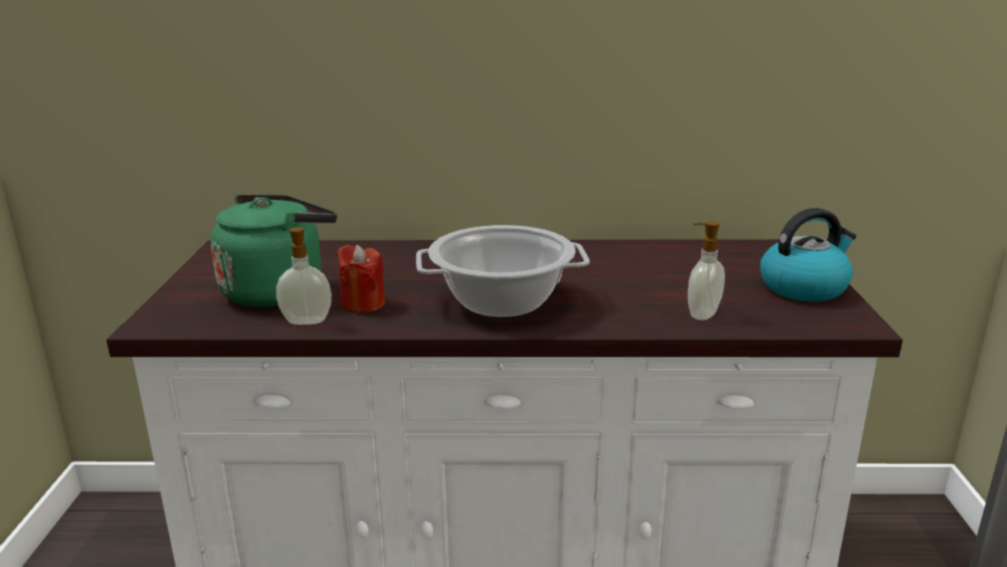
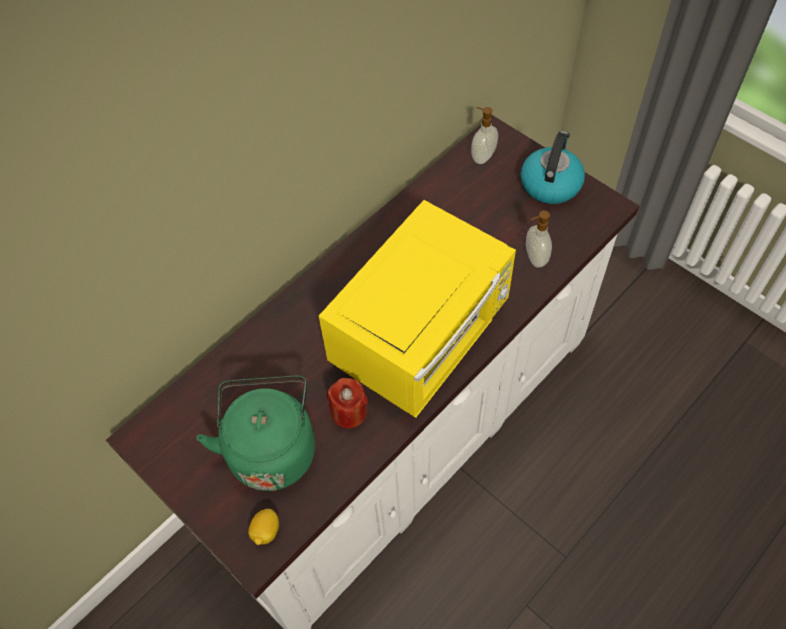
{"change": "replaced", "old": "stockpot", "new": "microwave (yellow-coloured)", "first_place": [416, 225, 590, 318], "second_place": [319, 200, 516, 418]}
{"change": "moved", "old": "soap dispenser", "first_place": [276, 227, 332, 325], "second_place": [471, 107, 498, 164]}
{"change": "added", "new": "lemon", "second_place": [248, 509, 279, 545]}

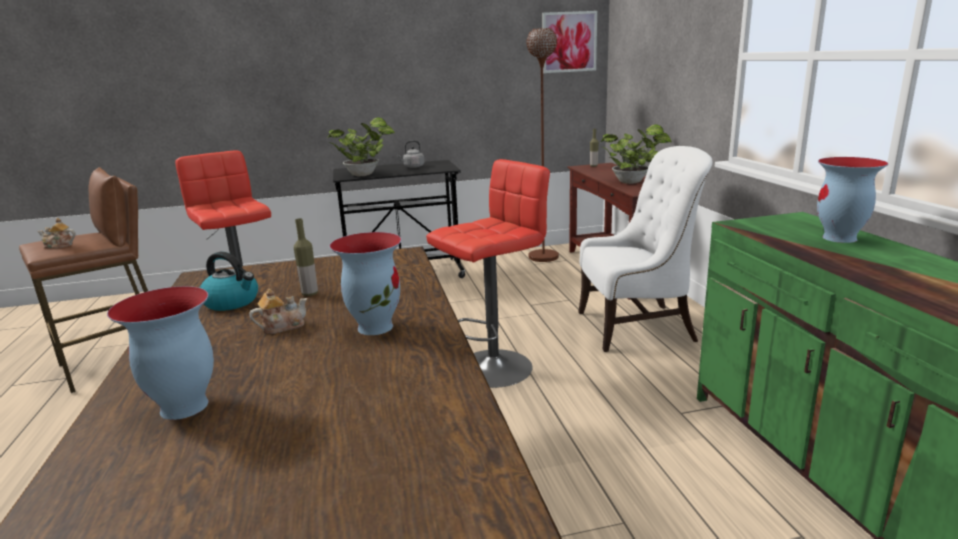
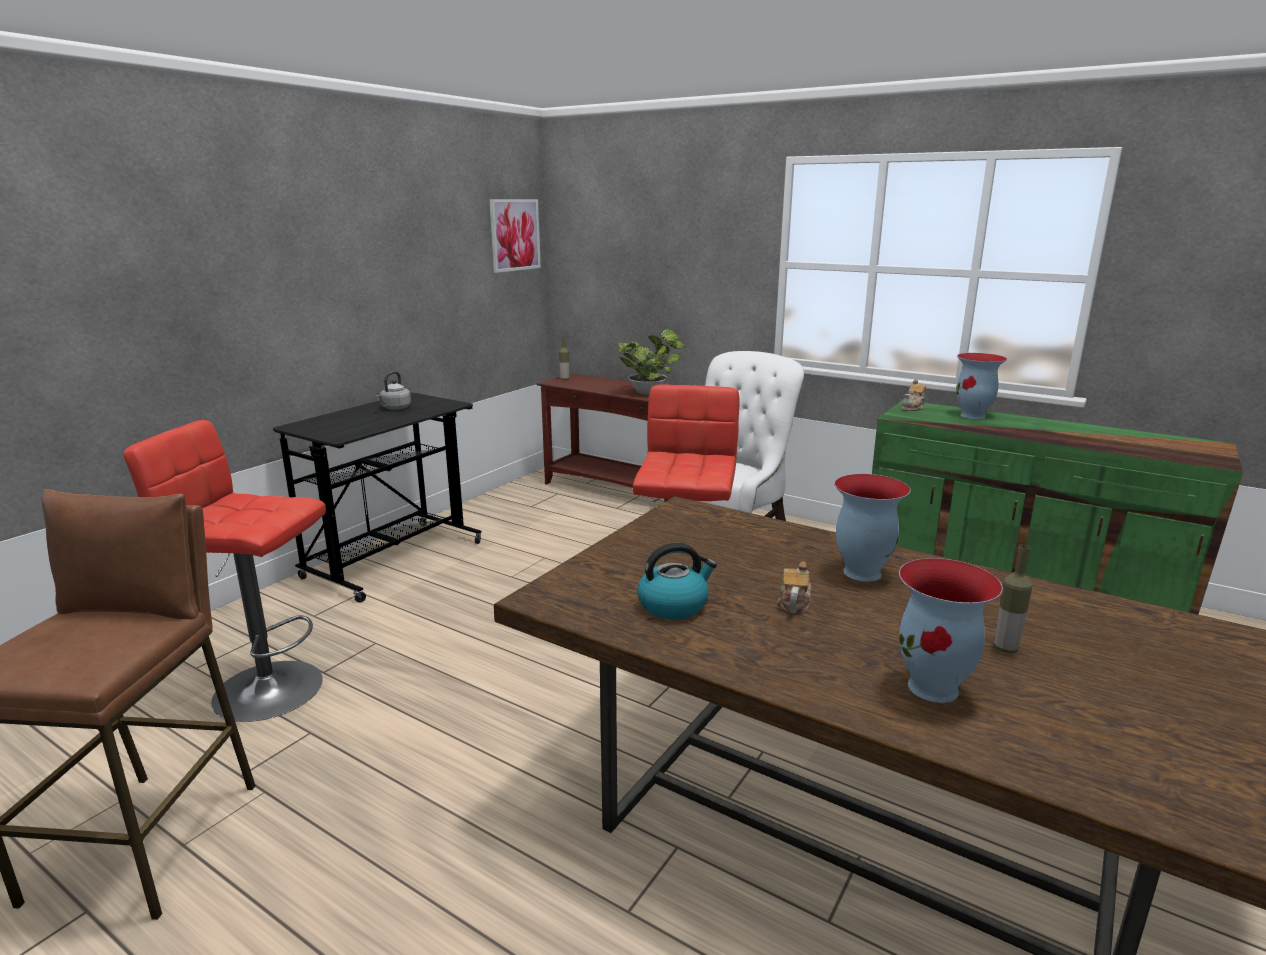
{"change": "removed", "old": "standing lamp (brown-coloured)", "first_place": [527, 28, 559, 262]}
{"change": "removed", "old": "plant in a pot", "first_place": [328, 117, 395, 176]}
{"change": "moved", "old": "pot for tea", "first_place": [37, 218, 75, 248], "second_place": [902, 379, 926, 411]}
{"change": "moved", "old": "drink bottle", "first_place": [294, 218, 318, 296], "second_place": [994, 545, 1032, 653]}

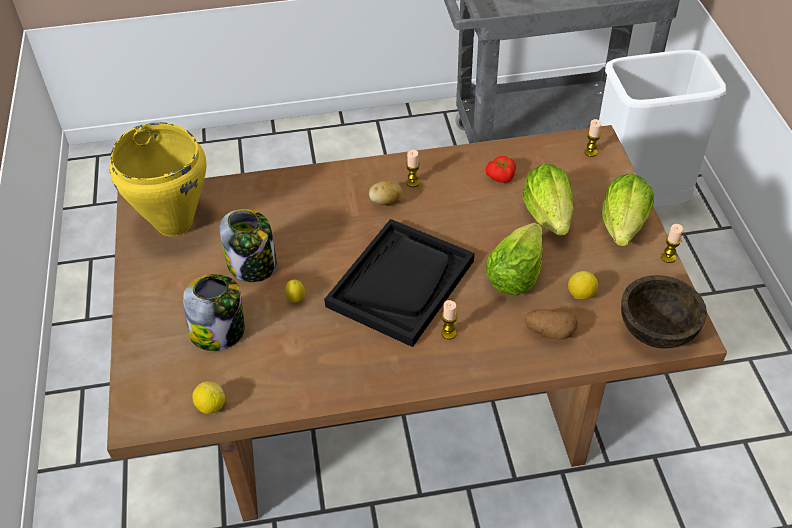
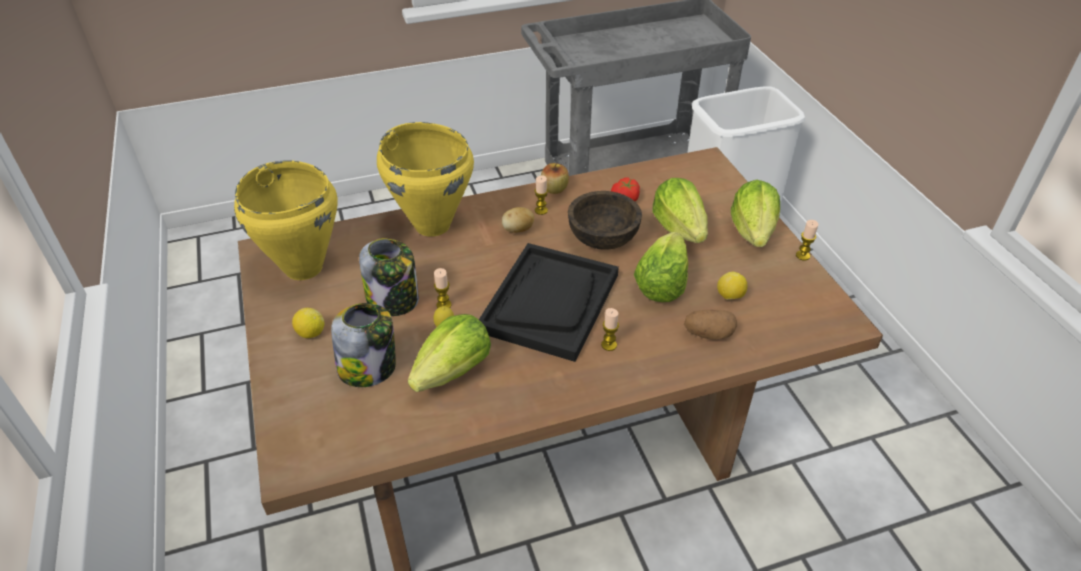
{"change": "moved", "old": "wax light", "first_place": [584, 119, 601, 157], "second_place": [434, 268, 452, 308]}
{"change": "moved", "old": "deep dish (brown-coloured)", "first_place": [621, 275, 707, 349], "second_place": [568, 191, 642, 250]}
{"change": "moved", "old": "lemon", "first_place": [192, 381, 225, 414], "second_place": [292, 308, 324, 338]}
{"change": "added", "new": "stockpot (yellow-coloured)", "second_place": [377, 122, 474, 237]}
{"change": "added", "new": "whole apple", "second_place": [541, 163, 569, 194]}
{"change": "added", "new": "head of lettuce", "second_place": [408, 314, 491, 392]}

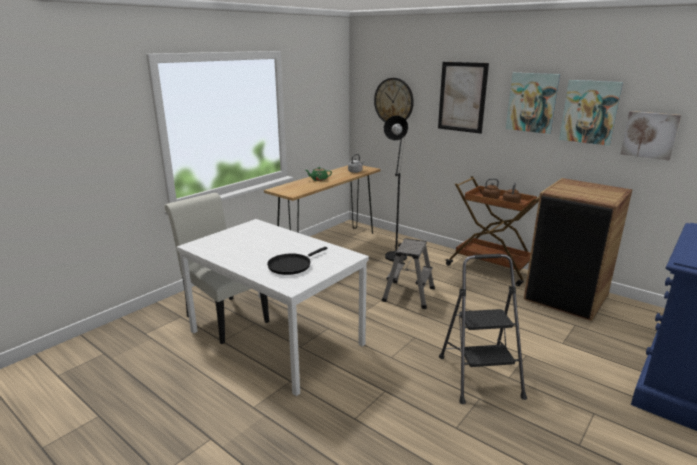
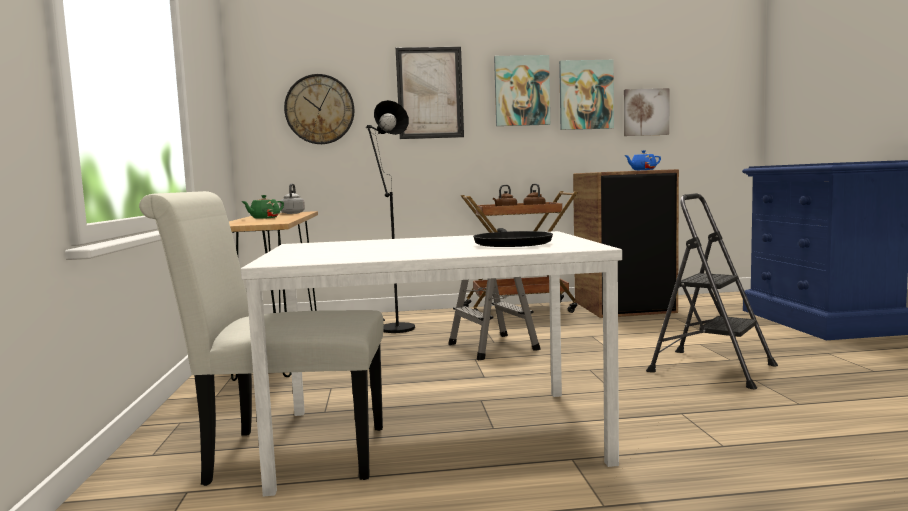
{"change": "added", "new": "pot for tea (blue-coloured)", "second_place": [624, 150, 661, 170]}

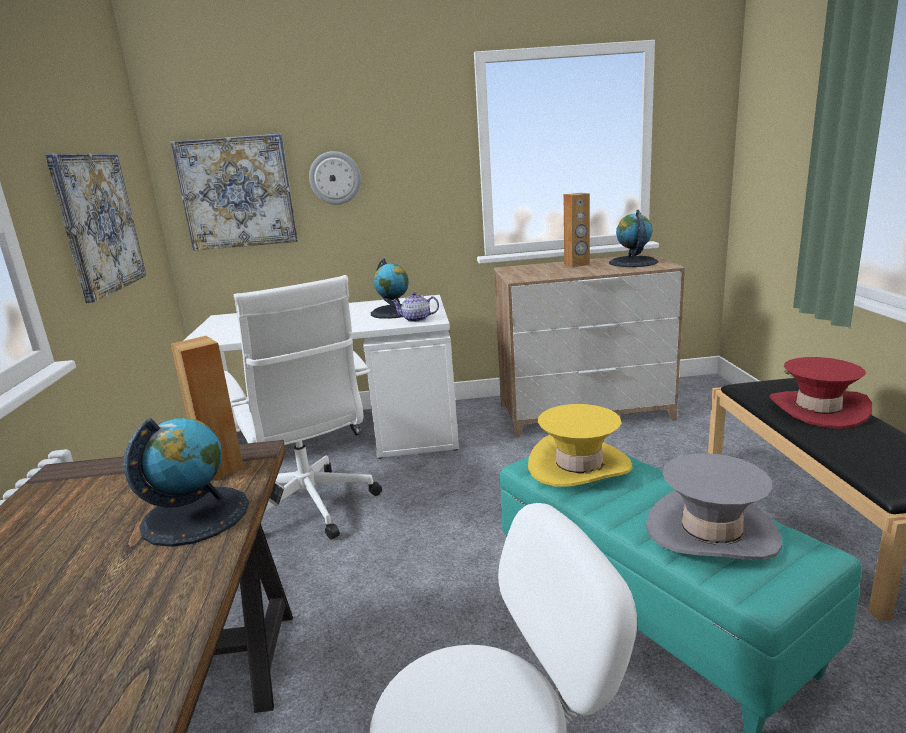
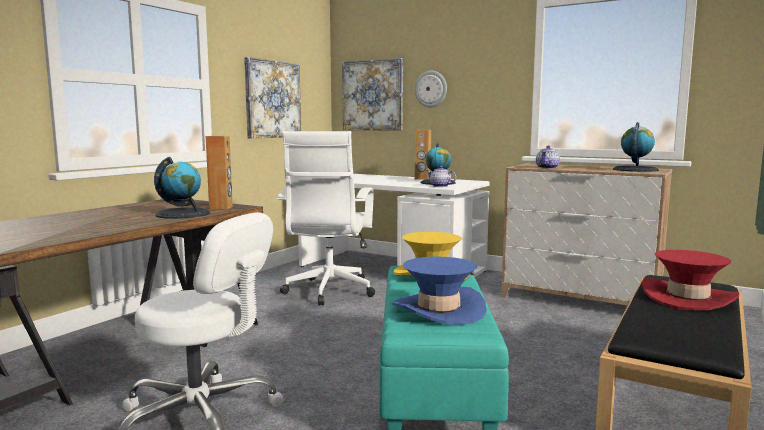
{"change": "moved", "old": "loudspeaker (brown-coloured)", "first_place": [563, 193, 590, 267], "second_place": [415, 130, 431, 180]}
{"change": "recoloured", "old": "clothing hat (gray)", "new": "clothing hat (blue-coloured)", "first_place": [646, 453, 782, 560], "second_place": [392, 256, 487, 325]}
{"change": "added", "new": "pot for tea", "second_place": [536, 145, 560, 169]}

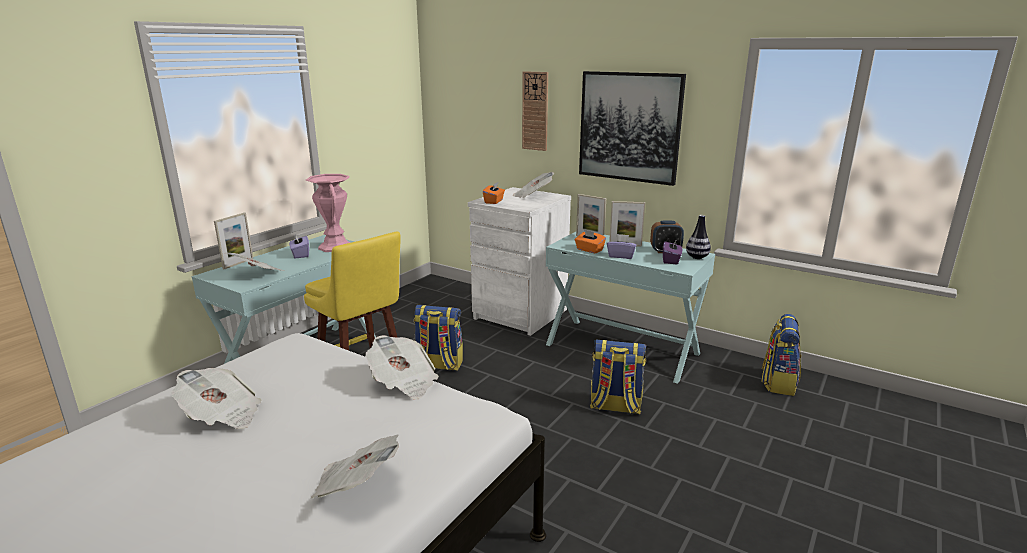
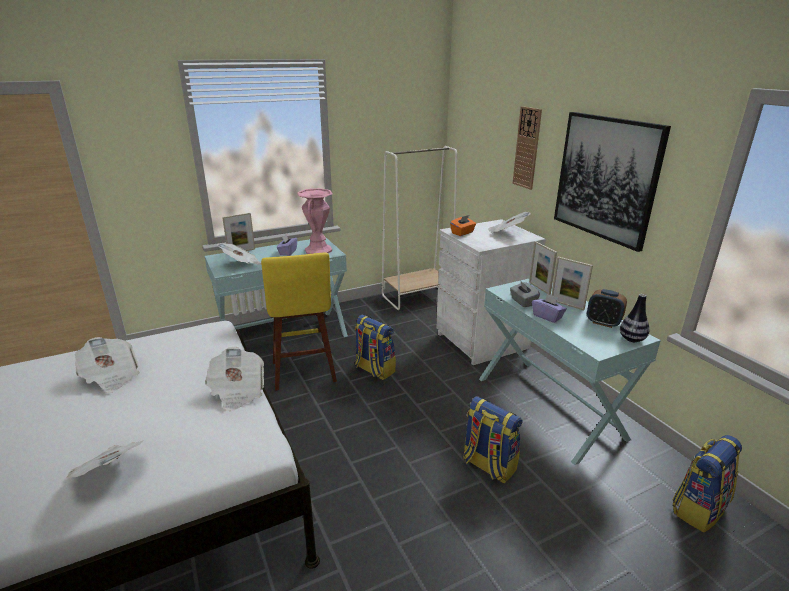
{"change": "recoloured", "old": "tissue holder (orange-coloured)", "new": "tissue holder (gray)", "first_place": [575, 229, 606, 254], "second_place": [510, 280, 540, 307]}
{"change": "removed", "old": "tissue holder (purple)", "first_place": [663, 239, 682, 264]}
{"change": "added", "new": "garment stand", "second_place": [382, 146, 457, 310]}

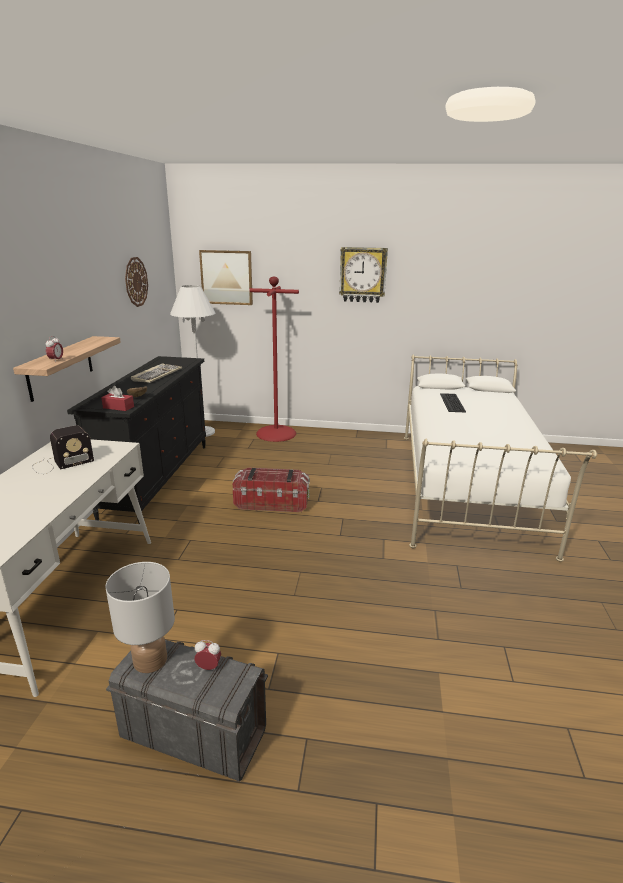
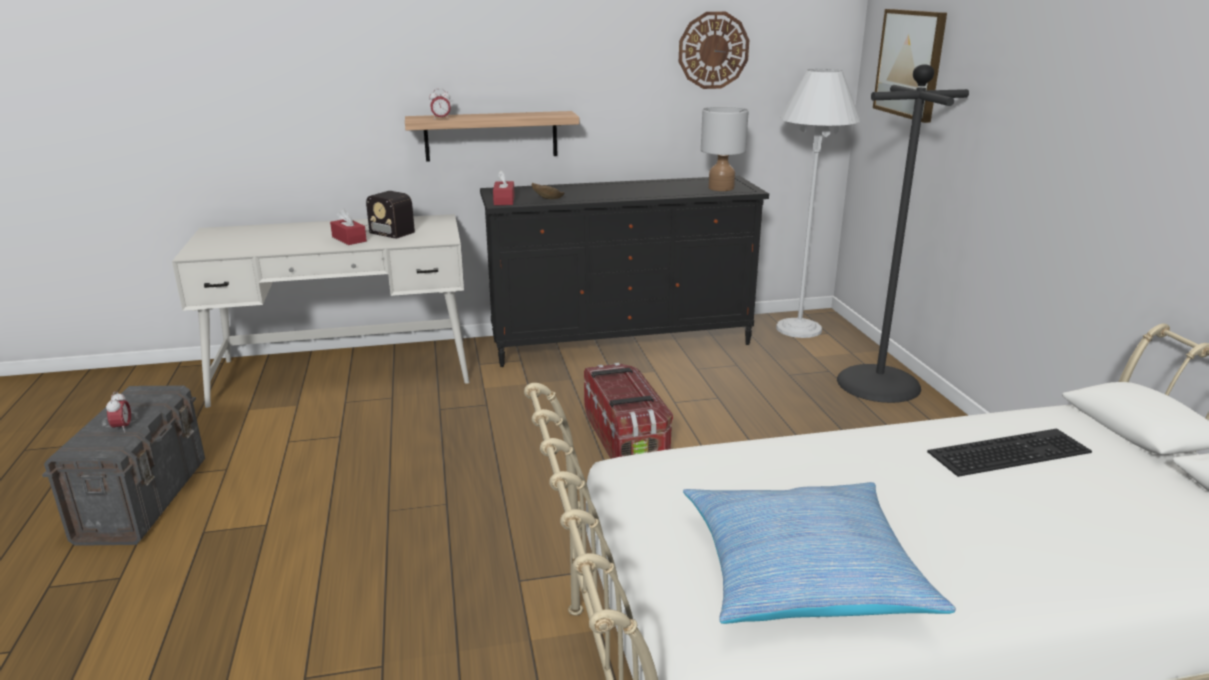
{"change": "removed", "old": "hanging clock", "first_place": [339, 247, 388, 303]}
{"change": "recoloured", "old": "garment stand (red-coloured)", "new": "garment stand (black)", "first_place": [249, 276, 299, 442], "second_place": [837, 64, 969, 403]}
{"change": "removed", "old": "keyboard", "first_place": [131, 364, 182, 383]}
{"change": "moved", "old": "tabletop lamp (gray)", "first_place": [105, 562, 175, 673], "second_place": [701, 106, 749, 191]}
{"change": "added", "new": "tissue holder (red-coloured)", "second_place": [330, 209, 367, 245]}
{"change": "added", "new": "cushion", "second_place": [683, 482, 956, 624]}

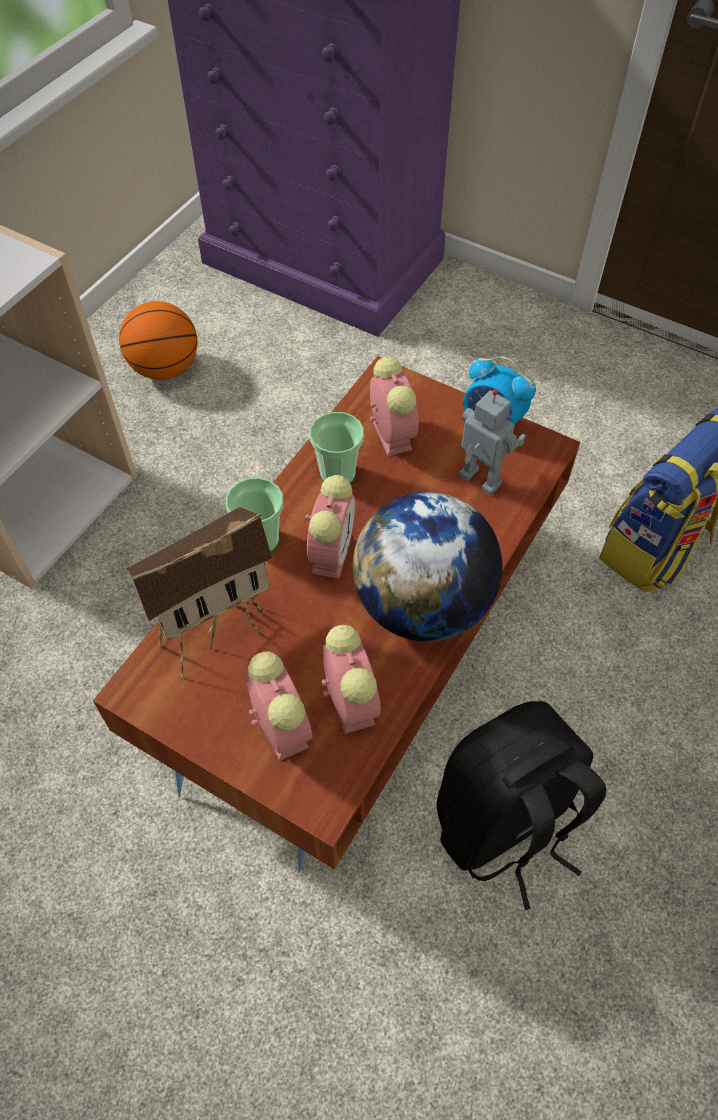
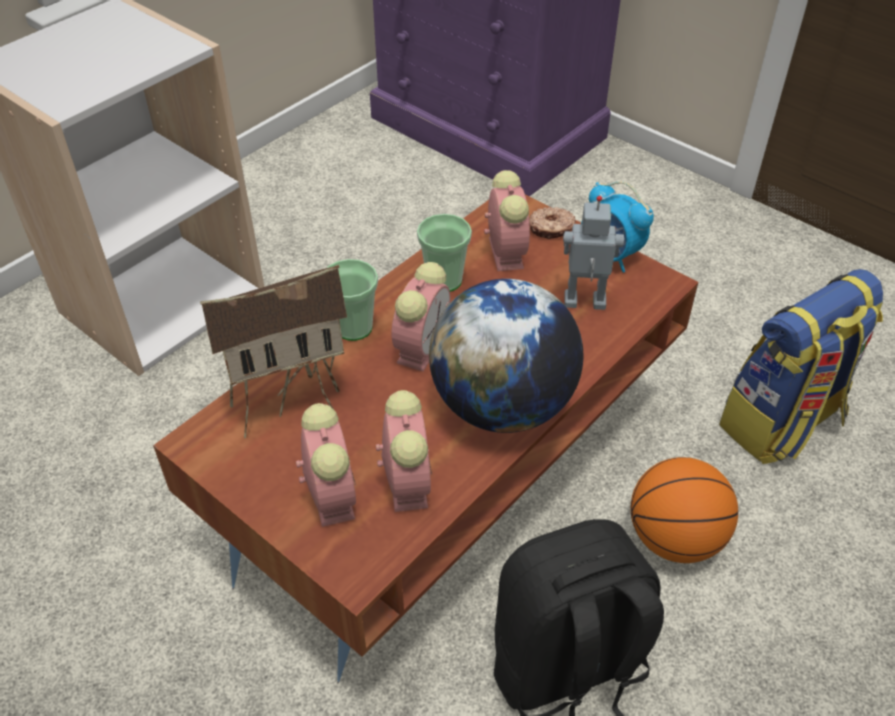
{"change": "moved", "old": "ball for basketball", "first_place": [119, 301, 197, 380], "second_place": [631, 457, 738, 563]}
{"change": "turned", "old": "model robot", "first_place": [459, 389, 526, 495], "second_place": [563, 196, 624, 310], "degrees": -45}
{"change": "added", "new": "ring doughnut", "second_place": [529, 207, 576, 239]}

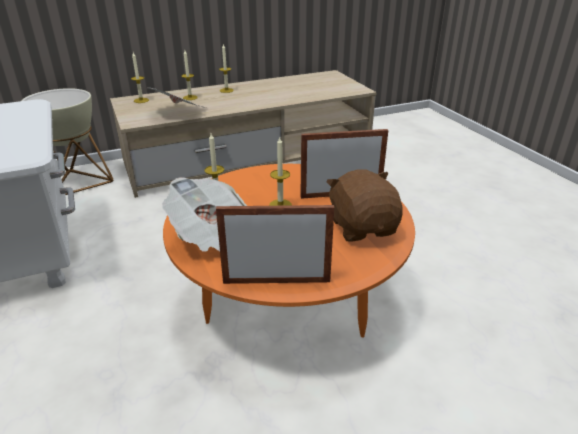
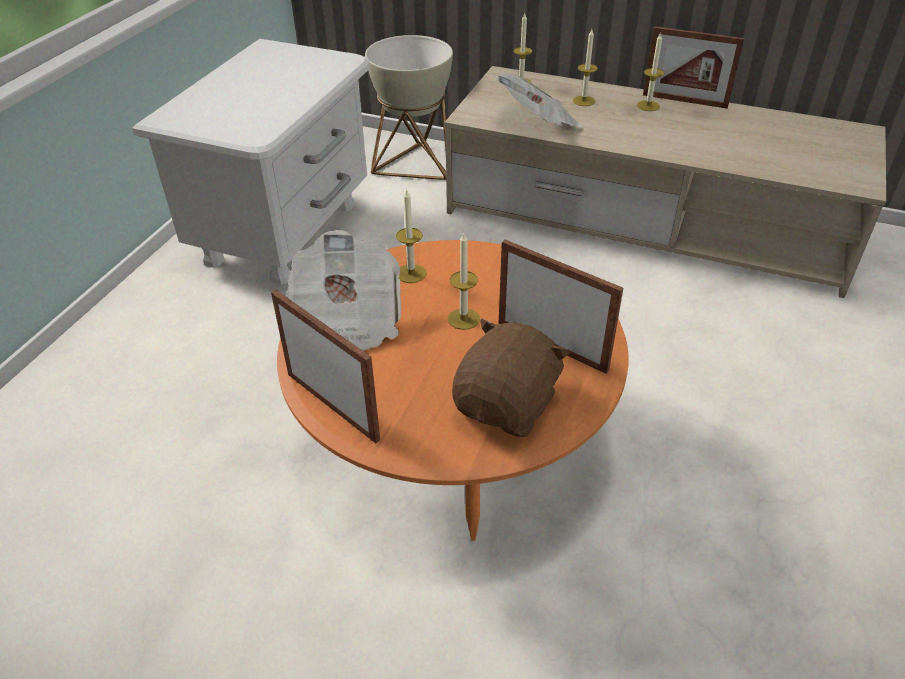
{"change": "added", "new": "photo frame", "second_place": [643, 26, 744, 109]}

